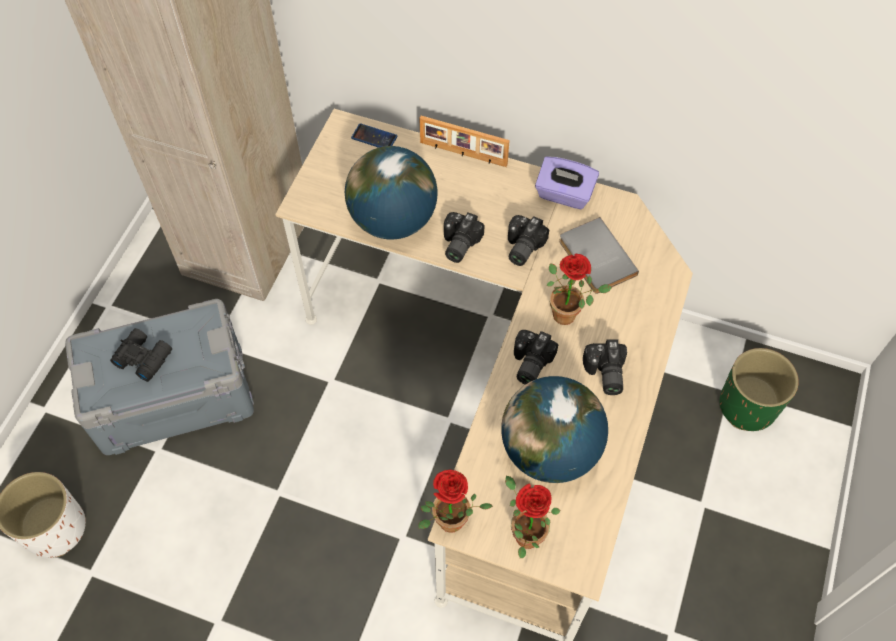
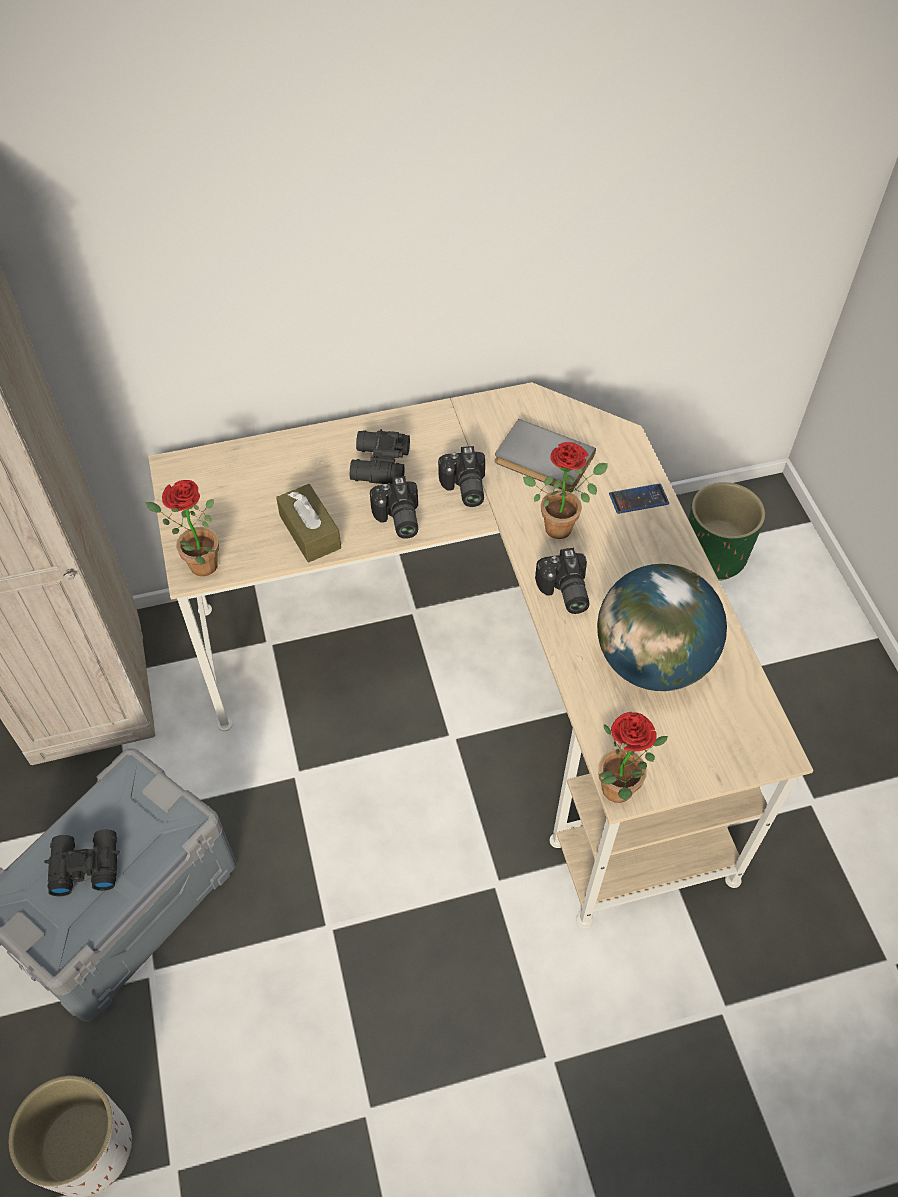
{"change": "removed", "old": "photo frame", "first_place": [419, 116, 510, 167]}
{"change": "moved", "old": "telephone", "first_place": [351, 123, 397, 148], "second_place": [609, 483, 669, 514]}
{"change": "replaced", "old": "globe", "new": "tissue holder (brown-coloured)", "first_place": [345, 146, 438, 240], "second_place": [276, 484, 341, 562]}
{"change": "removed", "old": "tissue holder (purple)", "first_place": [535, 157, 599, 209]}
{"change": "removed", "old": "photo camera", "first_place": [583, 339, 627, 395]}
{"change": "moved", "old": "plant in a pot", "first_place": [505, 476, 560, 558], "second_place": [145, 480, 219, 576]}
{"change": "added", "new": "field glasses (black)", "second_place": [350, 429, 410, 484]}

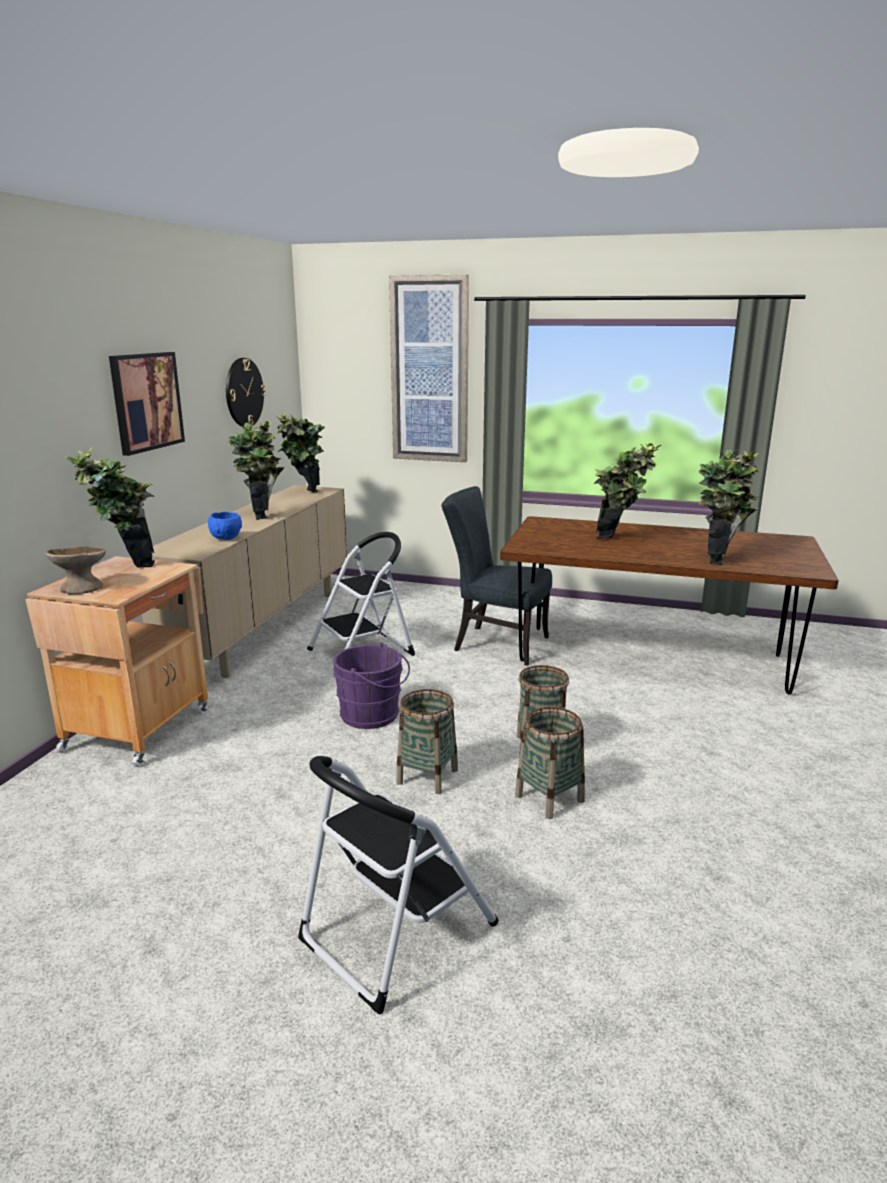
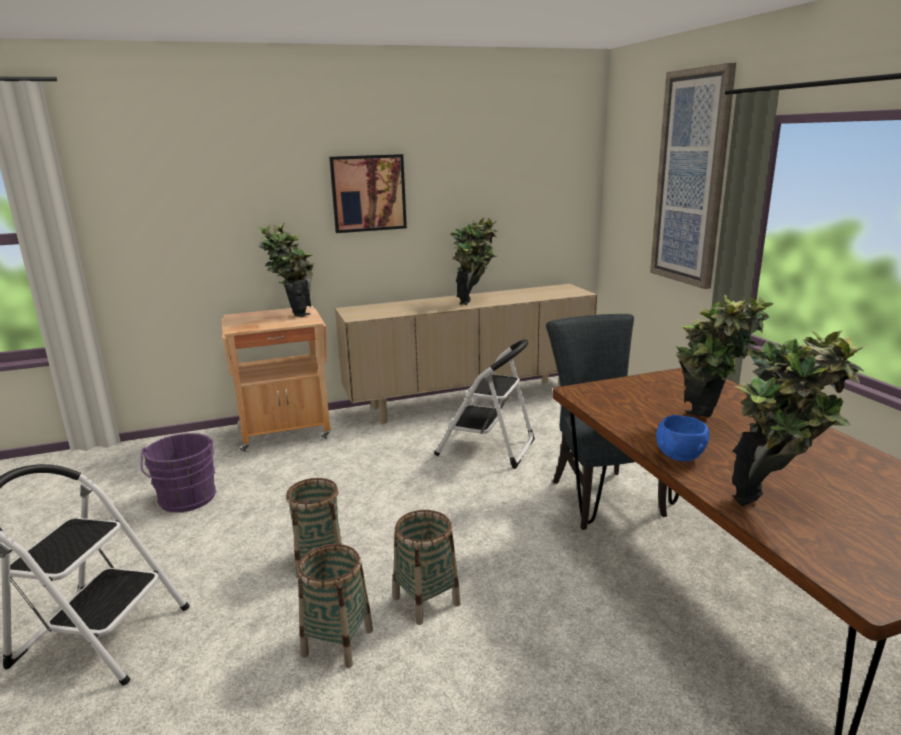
{"change": "removed", "old": "hanging clock", "first_place": [226, 358, 266, 427]}
{"change": "removed", "old": "plant in a pot", "first_place": [275, 412, 325, 493]}
{"change": "moved", "old": "deep dish (blue-coloured)", "first_place": [208, 512, 242, 540], "second_place": [656, 415, 710, 462]}
{"change": "removed", "old": "deep dish (beige-coloured)", "first_place": [46, 547, 106, 594]}
{"change": "moved", "old": "bucket (purple)", "first_place": [333, 642, 410, 729], "second_place": [140, 433, 216, 512]}

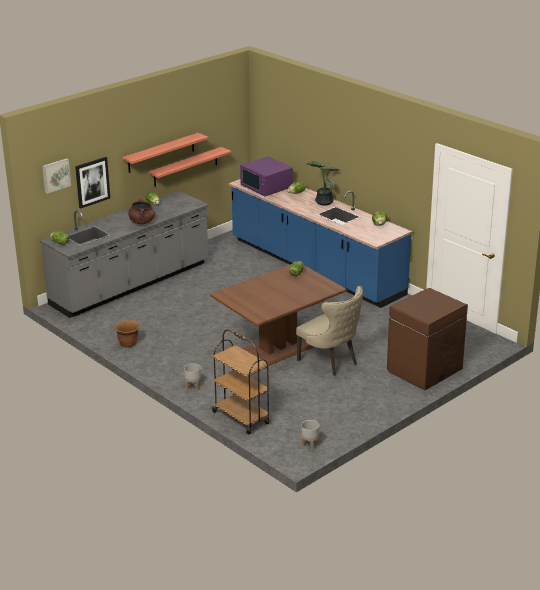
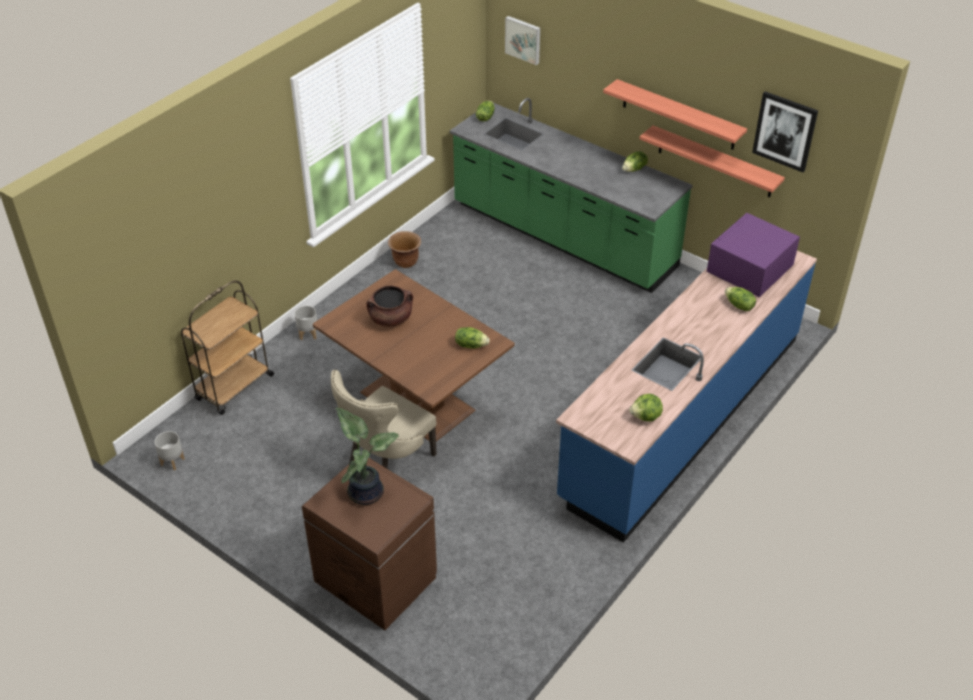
{"change": "moved", "old": "wall art", "first_place": [75, 157, 110, 209], "second_place": [752, 91, 818, 172]}
{"change": "moved", "old": "plant in a pot", "first_place": [307, 161, 340, 205], "second_place": [336, 408, 400, 505]}
{"change": "recoloured", "old": "kitchen base unit (gray)", "new": "kitchen base unit (green-coloured)", "first_place": [40, 191, 209, 318], "second_place": [450, 98, 693, 293]}
{"change": "moved", "old": "stockpot (brown-coloured)", "first_place": [128, 199, 155, 224], "second_place": [366, 285, 413, 327]}

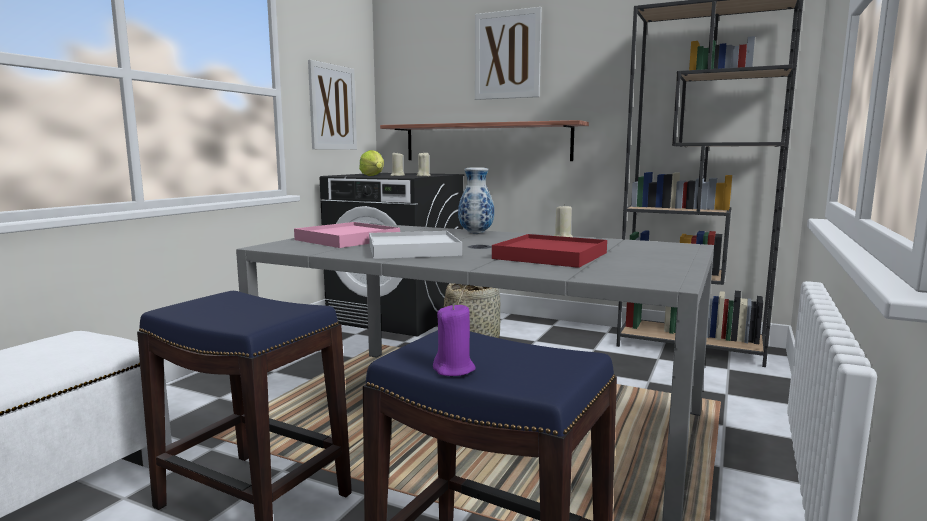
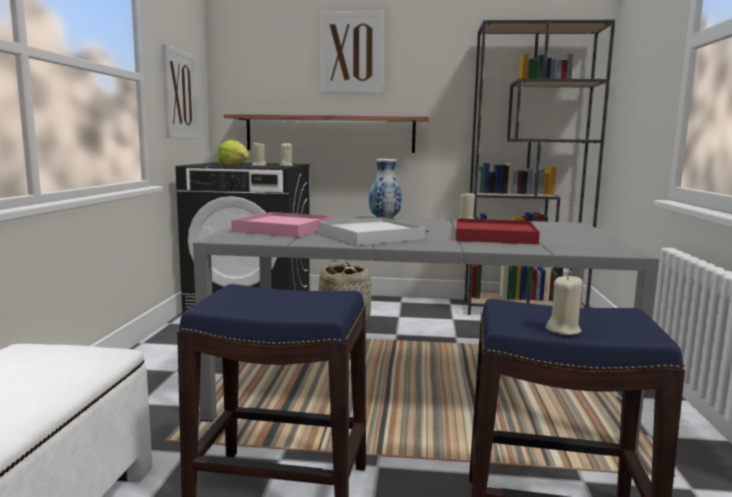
{"change": "recoloured", "old": "wax light (purple)", "new": "wax light (beige-coloured)", "first_place": [433, 303, 476, 376], "second_place": [546, 274, 583, 335]}

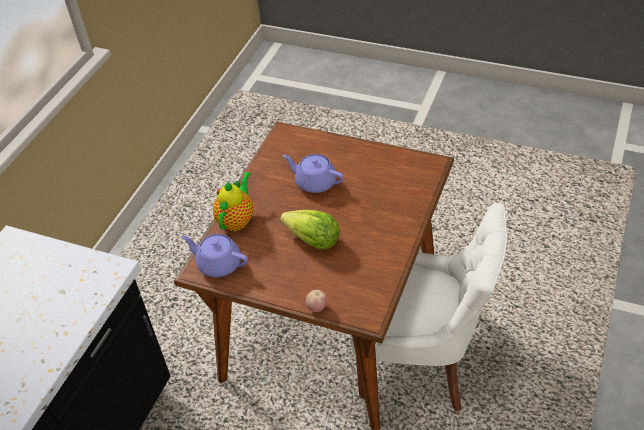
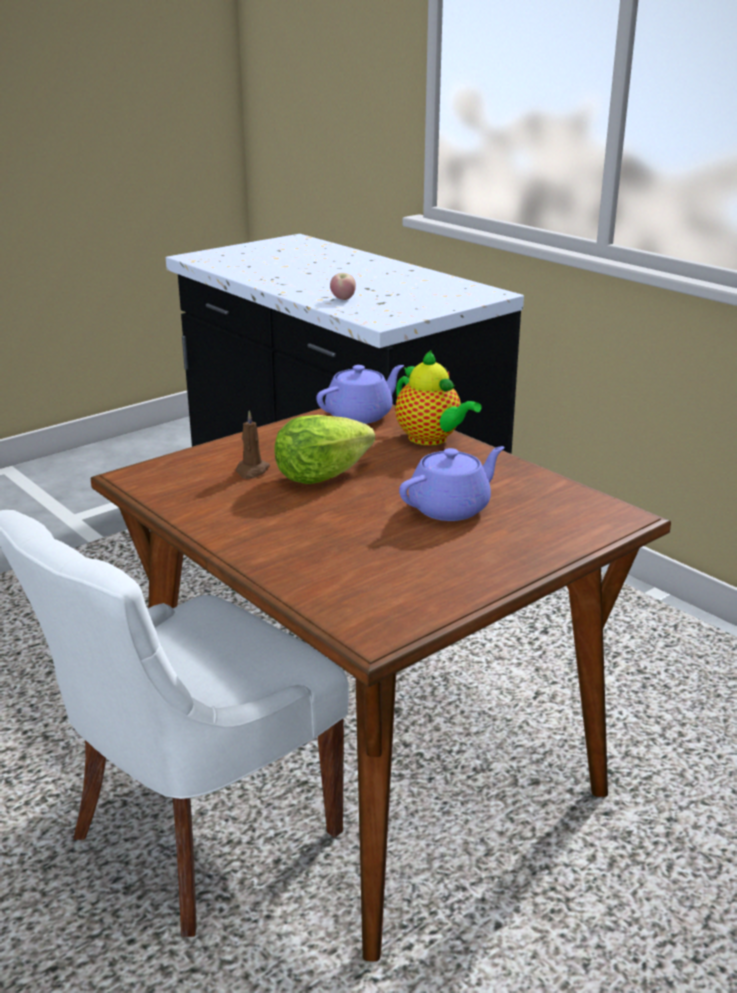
{"change": "moved", "old": "whole apple", "first_place": [306, 290, 327, 312], "second_place": [330, 273, 356, 300]}
{"change": "added", "new": "wax light (brown-coloured)", "second_place": [236, 410, 270, 479]}

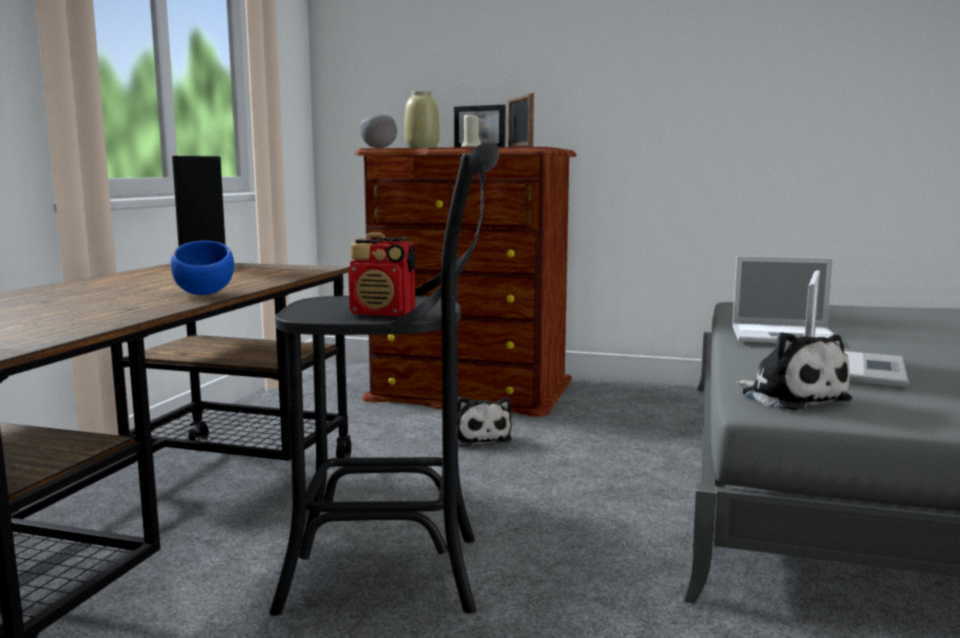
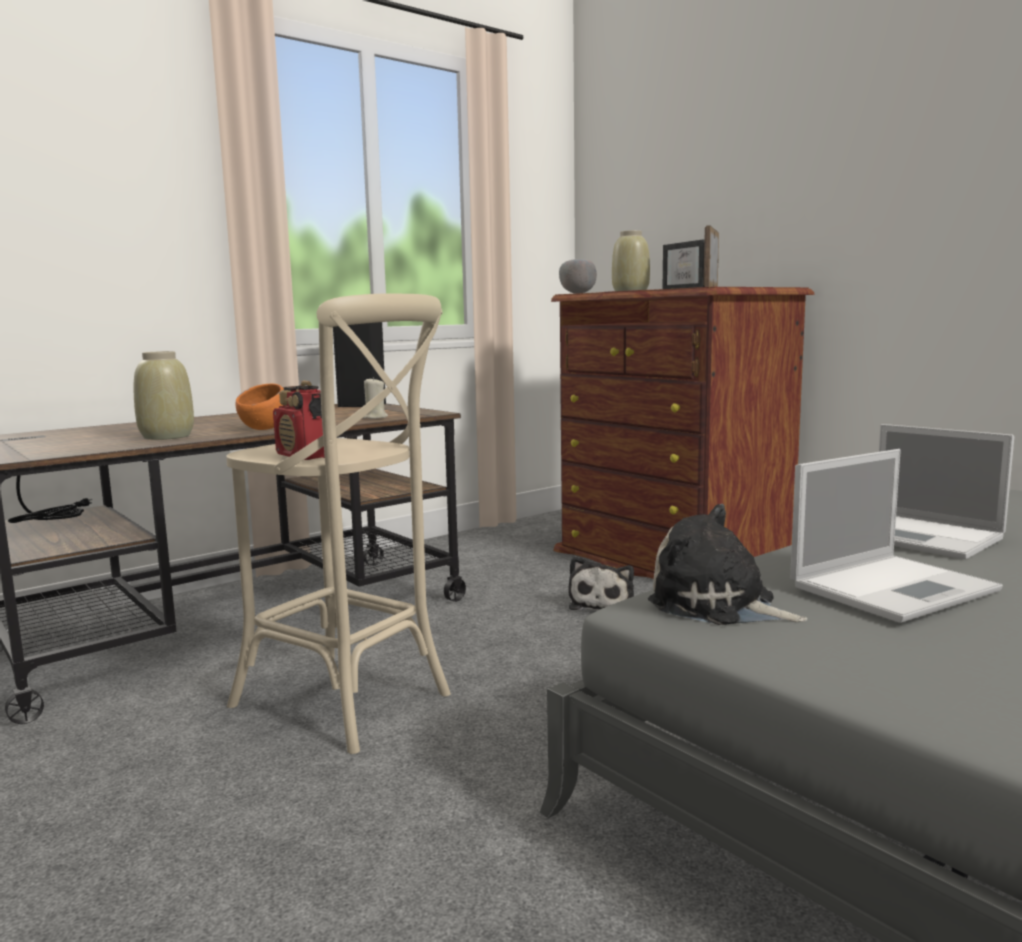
{"change": "moved", "old": "wax light (beige-coloured)", "first_place": [461, 113, 481, 147], "second_place": [362, 377, 388, 419]}
{"change": "recoloured", "old": "stool (black)", "new": "stool (beige-coloured)", "first_place": [269, 142, 499, 616], "second_place": [226, 294, 451, 754]}
{"change": "recoloured", "old": "deep dish (blue-coloured)", "new": "deep dish (orange-coloured)", "first_place": [171, 241, 234, 295], "second_place": [235, 384, 284, 430]}
{"change": "turned", "old": "soft toy", "first_place": [737, 332, 852, 410], "second_place": [648, 504, 807, 625], "degrees": 120}
{"change": "added", "new": "vase (beige-coloured)", "second_place": [133, 351, 194, 440]}

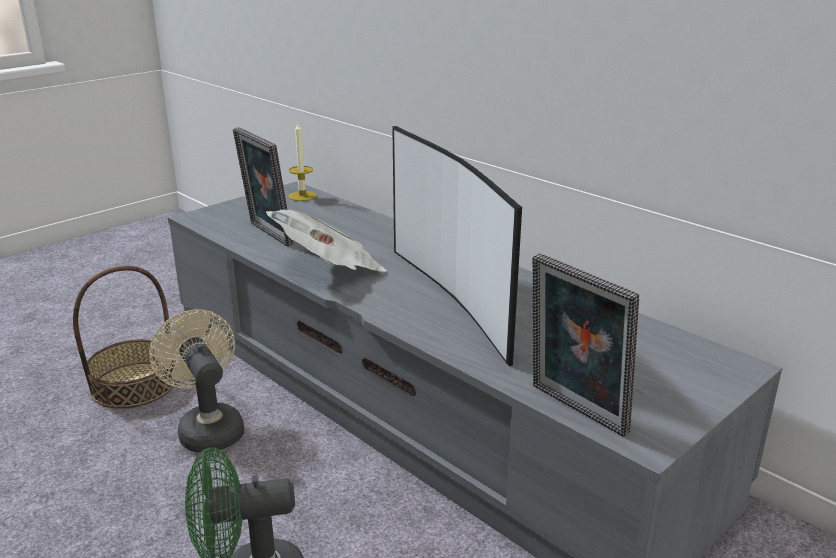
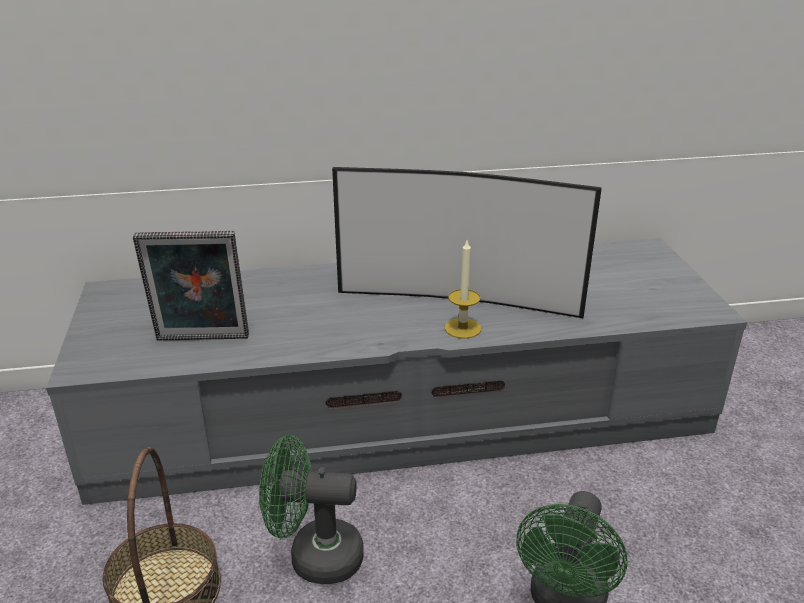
{"change": "moved", "old": "wax light", "first_place": [289, 123, 317, 201], "second_place": [445, 240, 481, 339]}
{"change": "removed", "old": "daily paper", "first_place": [266, 210, 387, 272]}
{"change": "removed", "old": "photo frame", "first_place": [532, 253, 639, 437]}
{"change": "recoloured", "old": "electric fan (beige-coloured)", "new": "electric fan (green-coloured)", "first_place": [149, 309, 244, 453], "second_place": [259, 435, 364, 584]}

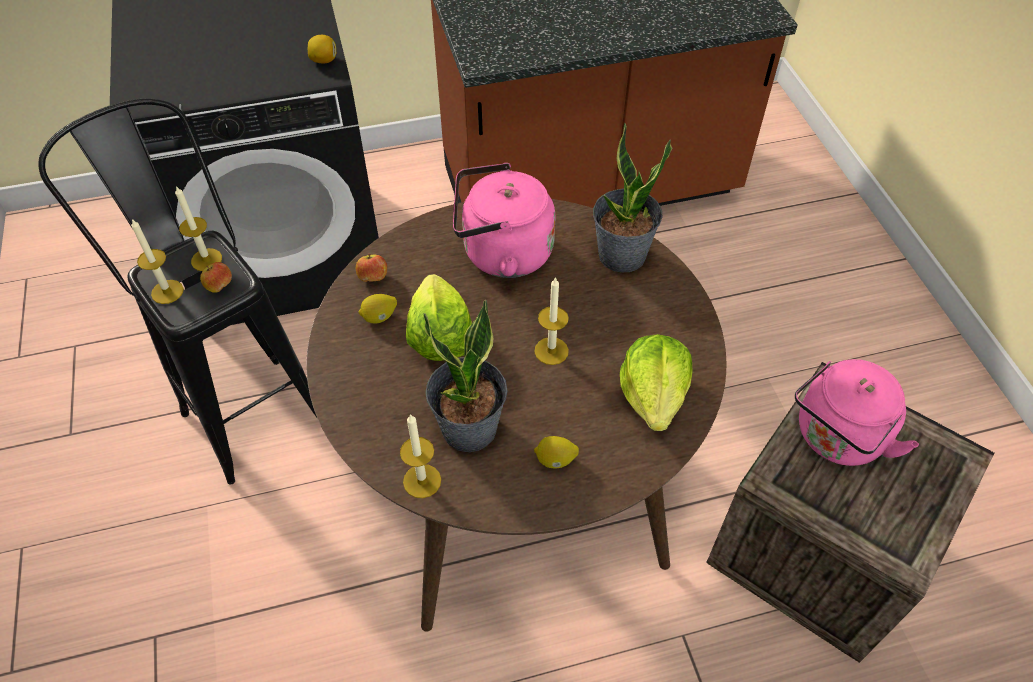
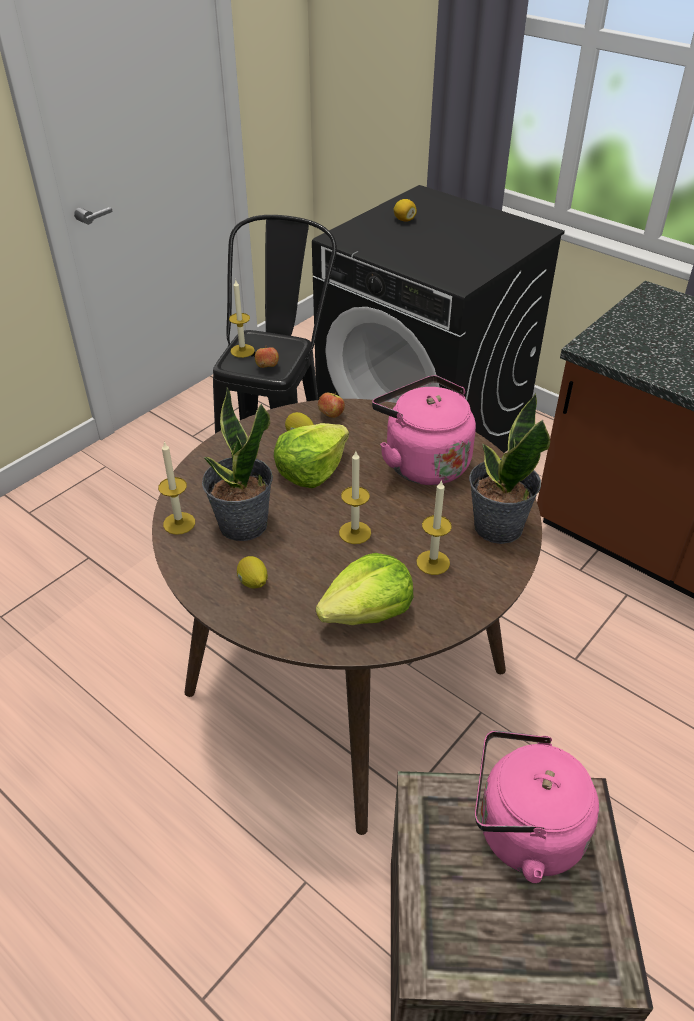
{"change": "moved", "old": "lemon", "first_place": [308, 35, 336, 63], "second_place": [394, 199, 417, 222]}
{"change": "moved", "old": "wax light", "first_place": [175, 186, 222, 271], "second_place": [416, 479, 452, 575]}

